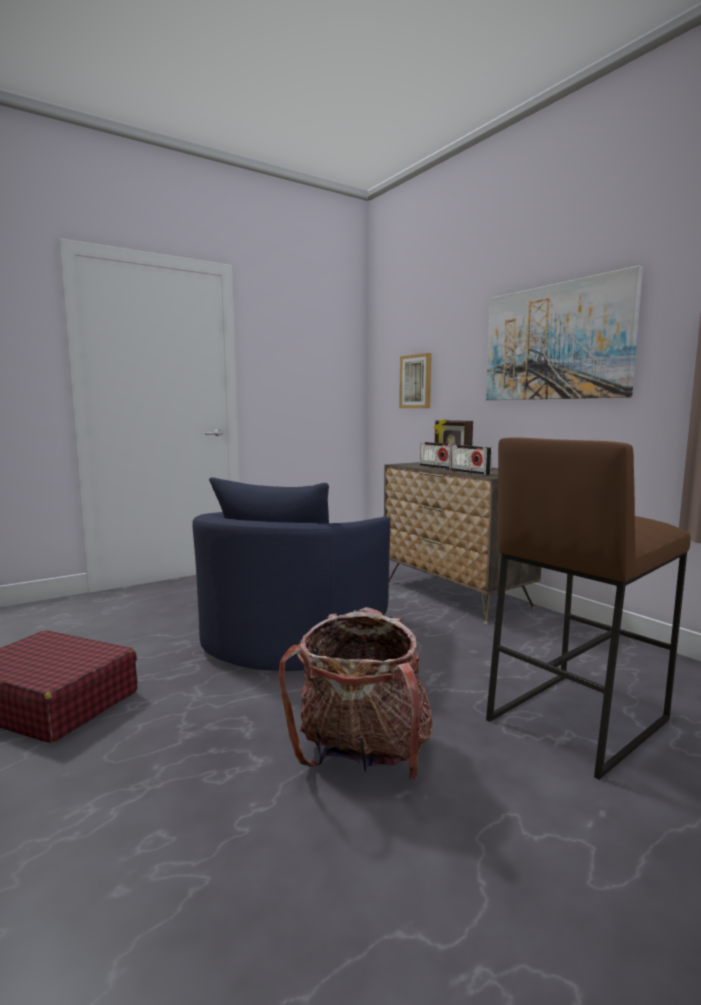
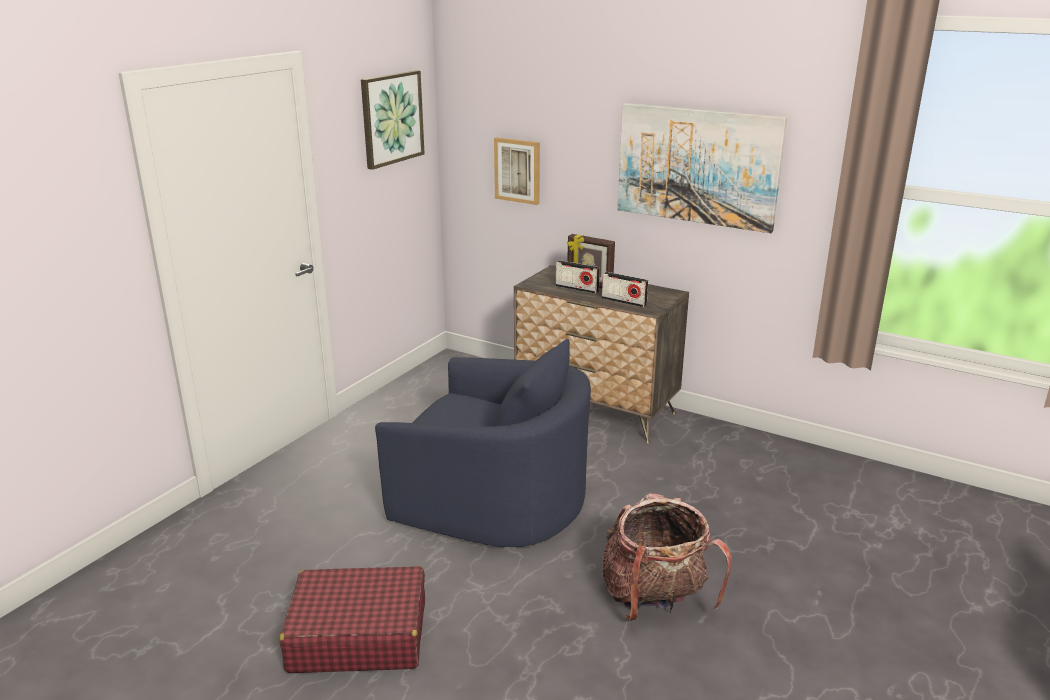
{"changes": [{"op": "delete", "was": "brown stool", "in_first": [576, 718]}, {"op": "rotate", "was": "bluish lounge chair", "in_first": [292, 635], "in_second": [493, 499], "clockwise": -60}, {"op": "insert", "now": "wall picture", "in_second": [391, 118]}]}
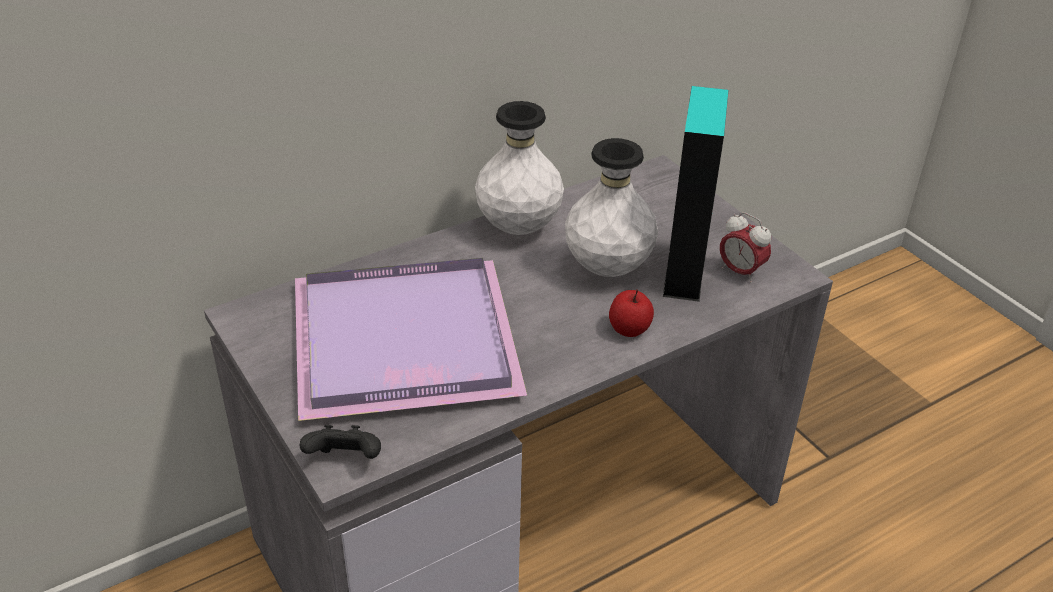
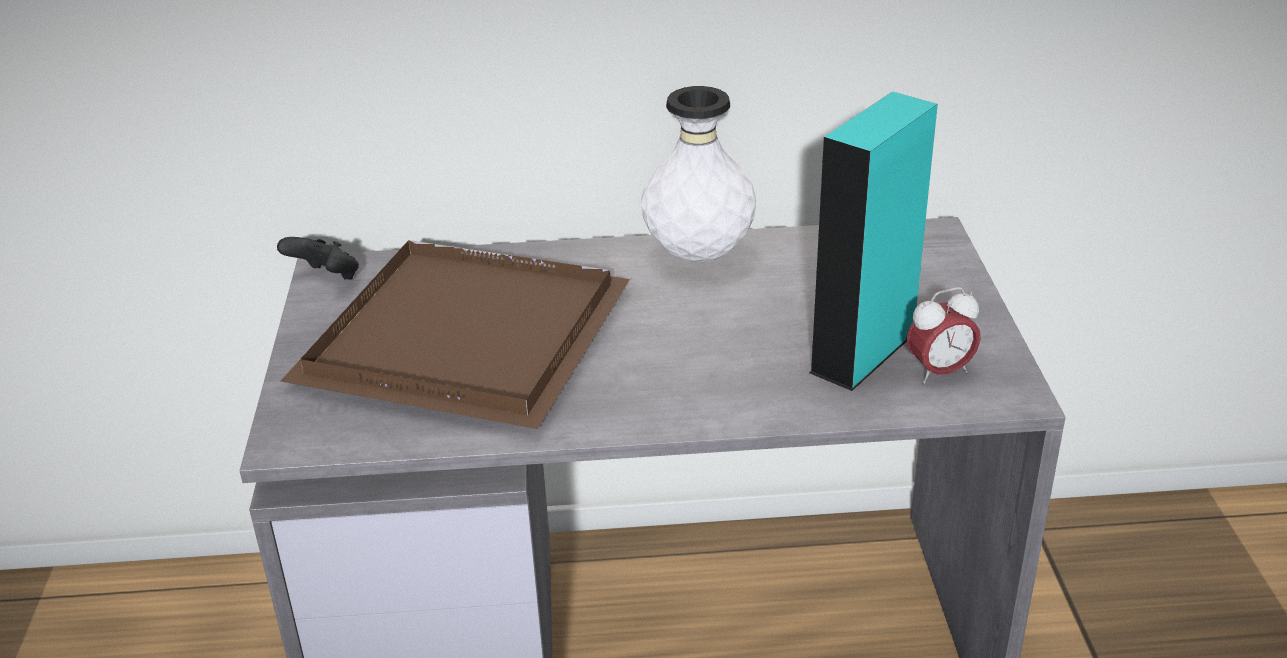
{"changes": [{"op": "delete", "was": "whitish flower vase", "in_first": [607, 269]}, {"op": "rotate", "was": "bedside clock", "in_first": [740, 272], "in_second": [939, 372], "clockwise": -90}, {"op": "recolor", "was": "purple carrying tray", "now": "brown carrying tray", "in_first": [401, 344], "in_second": [458, 340]}, {"op": "delete", "was": "apple", "in_first": [629, 329]}, {"op": "move", "was": "blackish game controller", "in_first": [345, 460], "in_second": [326, 278]}]}
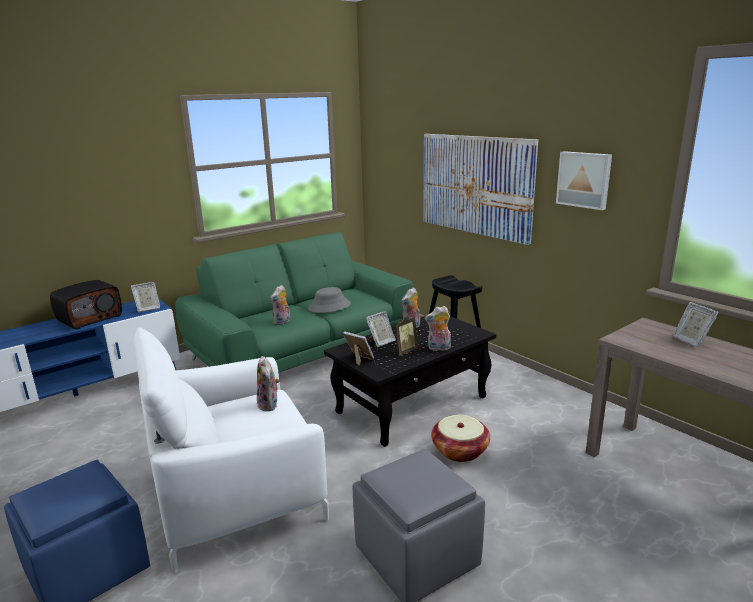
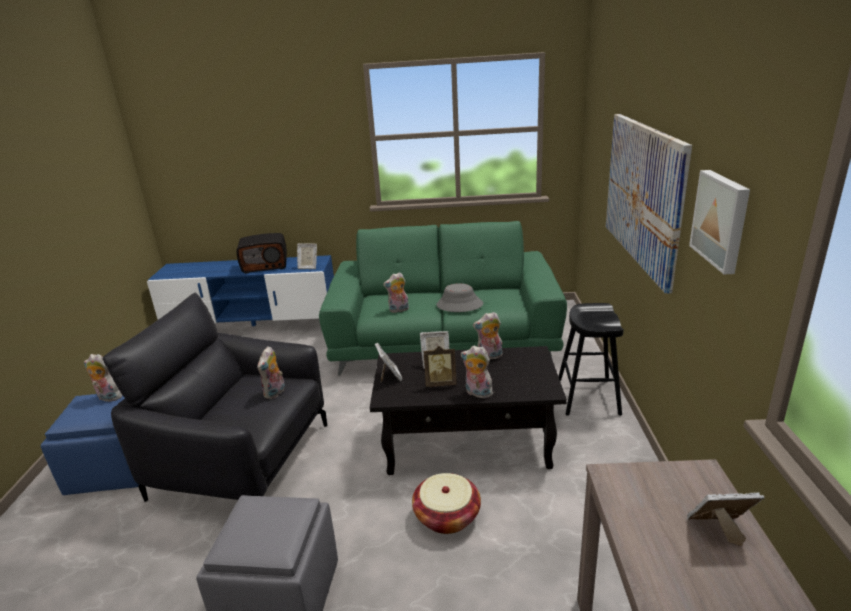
{"changes": [{"op": "rotate", "was": "standing frame", "in_first": [690, 341], "in_second": [718, 530], "clockwise": 75}, {"op": "recolor", "was": "whitish lounge chair", "now": "blackish lounge chair", "in_first": [237, 494], "in_second": [243, 460]}, {"op": "insert", "now": "soft toy", "in_second": [108, 397]}]}
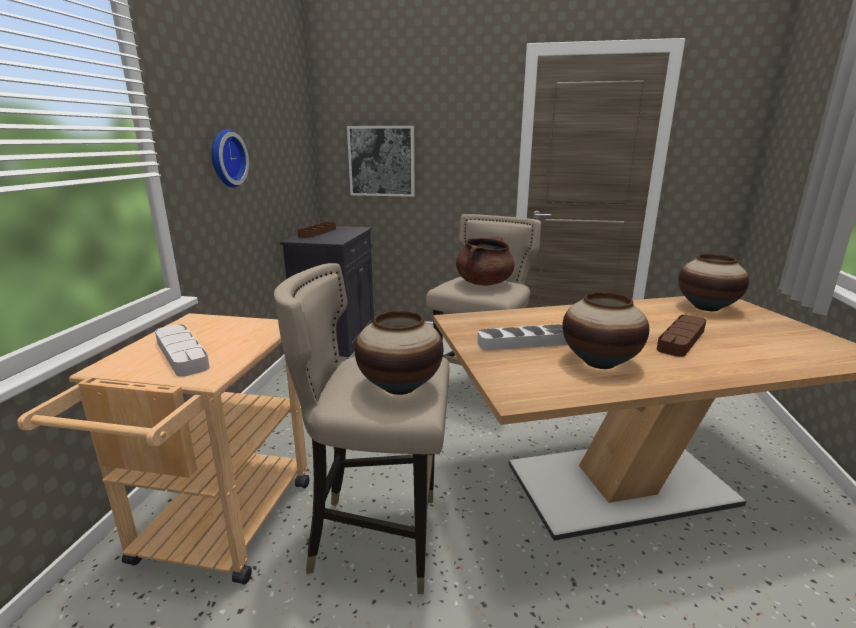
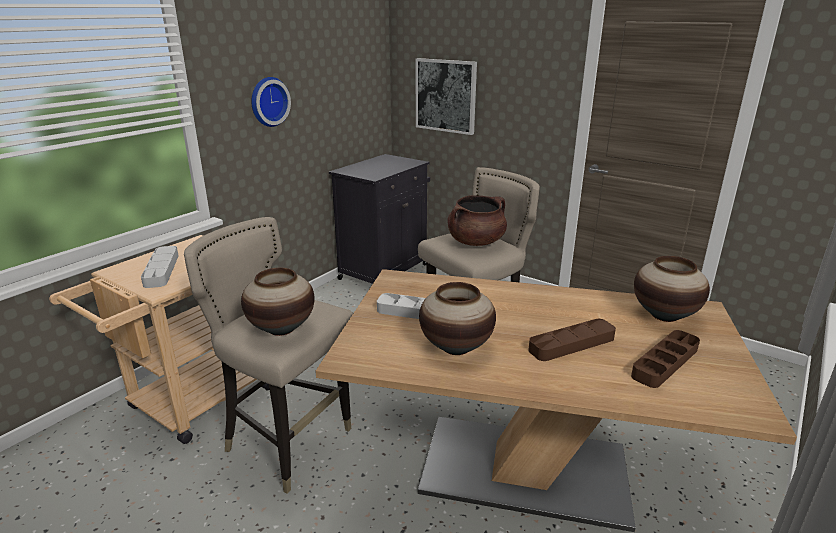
{"changes": [{"op": "move", "was": "brown carrying tray", "in_first": [317, 232], "in_second": [665, 362]}]}
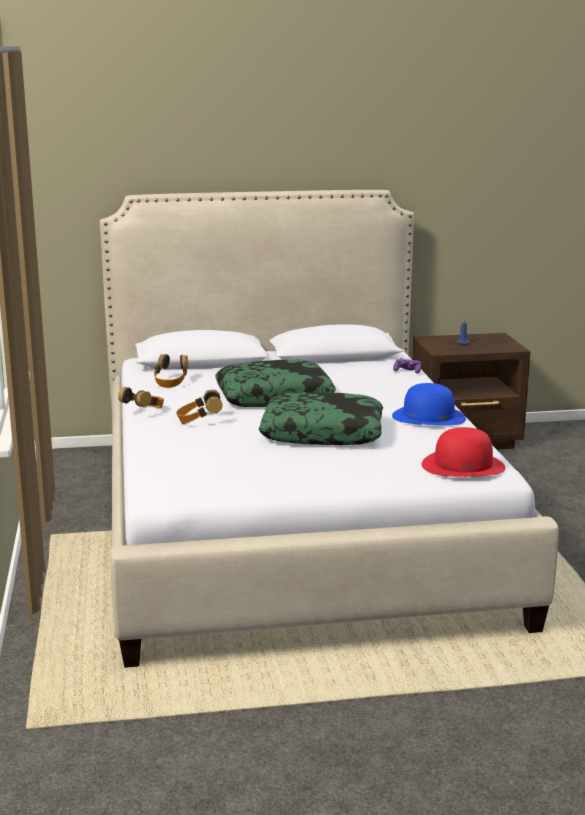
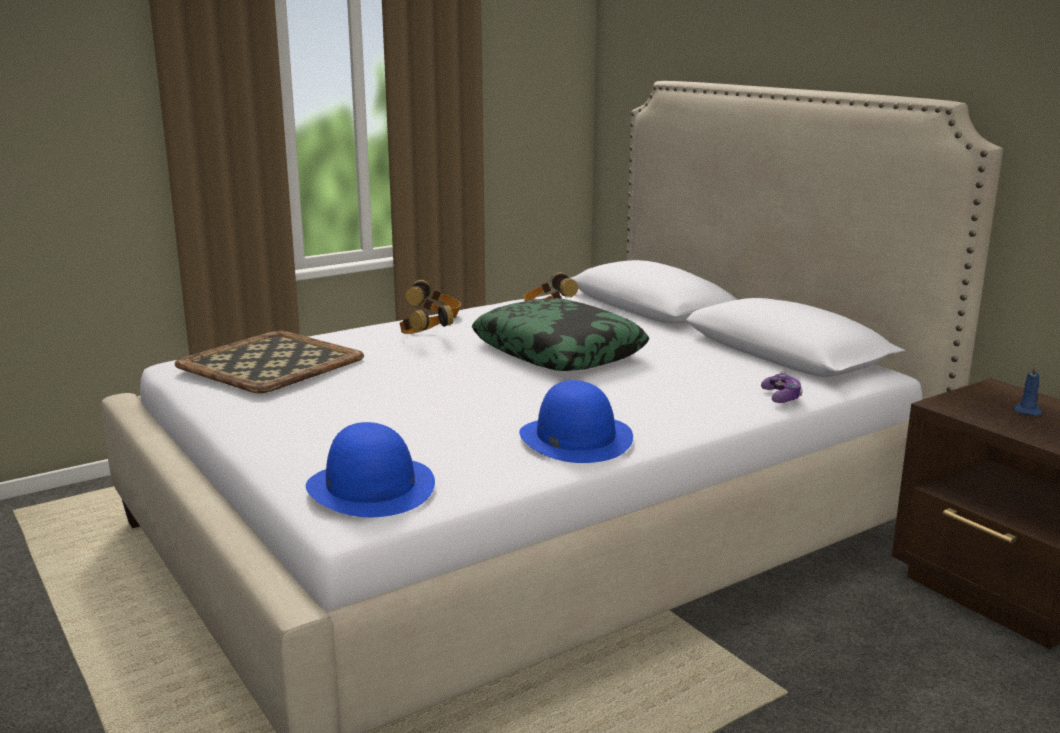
{"changes": [{"op": "delete", "was": "cushion", "in_first": [322, 432]}, {"op": "recolor", "was": "red-coloured wearable hat", "now": "bluish wearable hat", "in_first": [463, 465], "in_second": [371, 487]}, {"op": "insert", "now": "carrying tray", "in_second": [268, 362]}]}
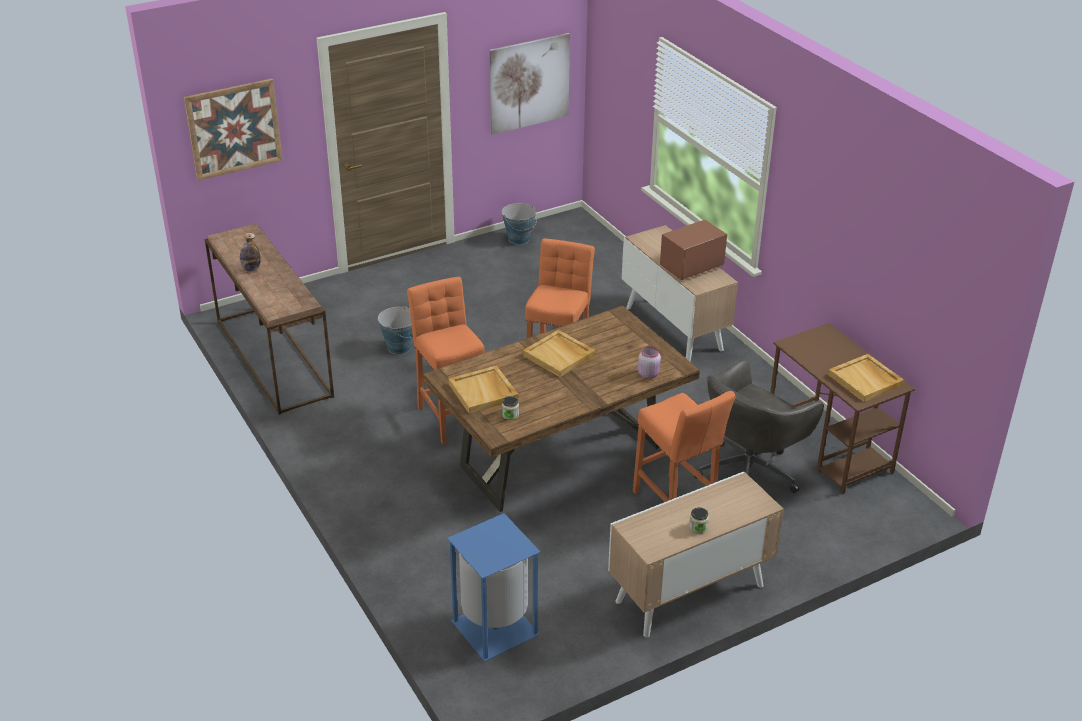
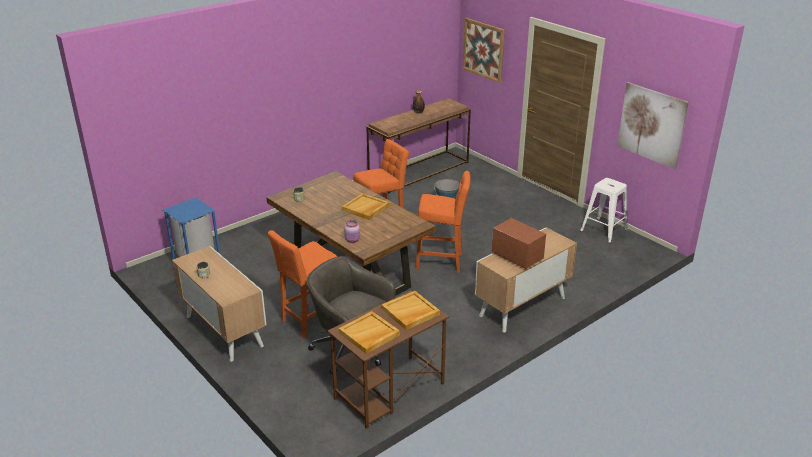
{"changes": [{"op": "replace", "was": "water bucket", "now": "whitish stool", "in_first": [519, 239], "in_second": [604, 230]}, {"op": "move", "was": "beige-coloured carrying tray", "in_first": [483, 392], "in_second": [410, 312]}]}
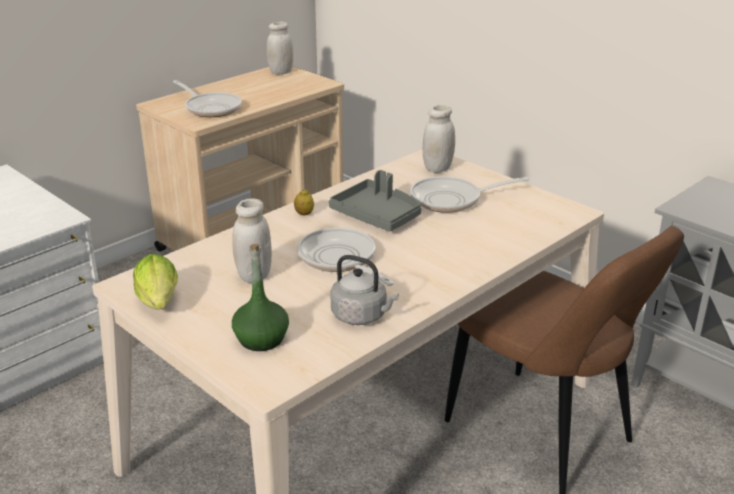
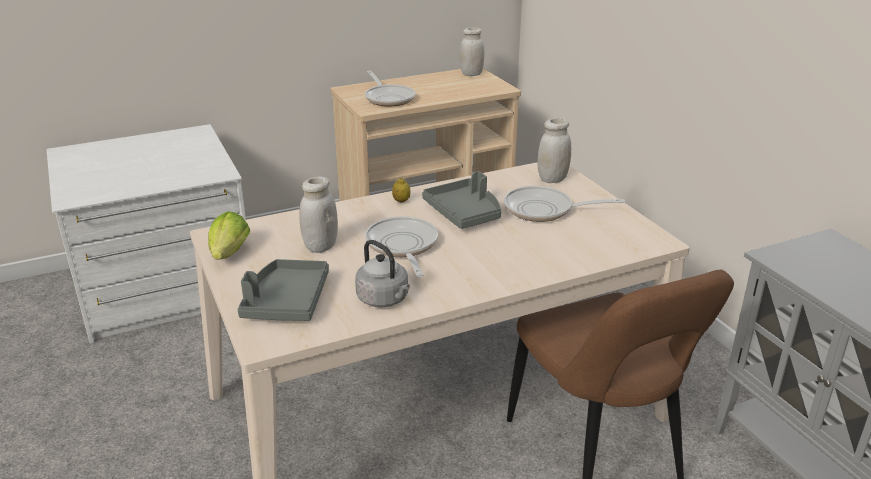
{"changes": [{"op": "replace", "was": "green beverage bottle", "now": "grey carrying tray", "in_first": [261, 339], "in_second": [286, 301]}]}
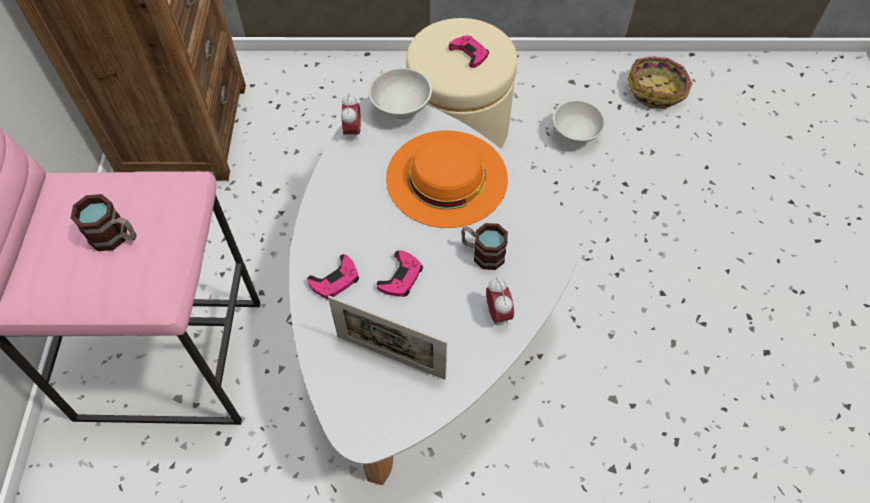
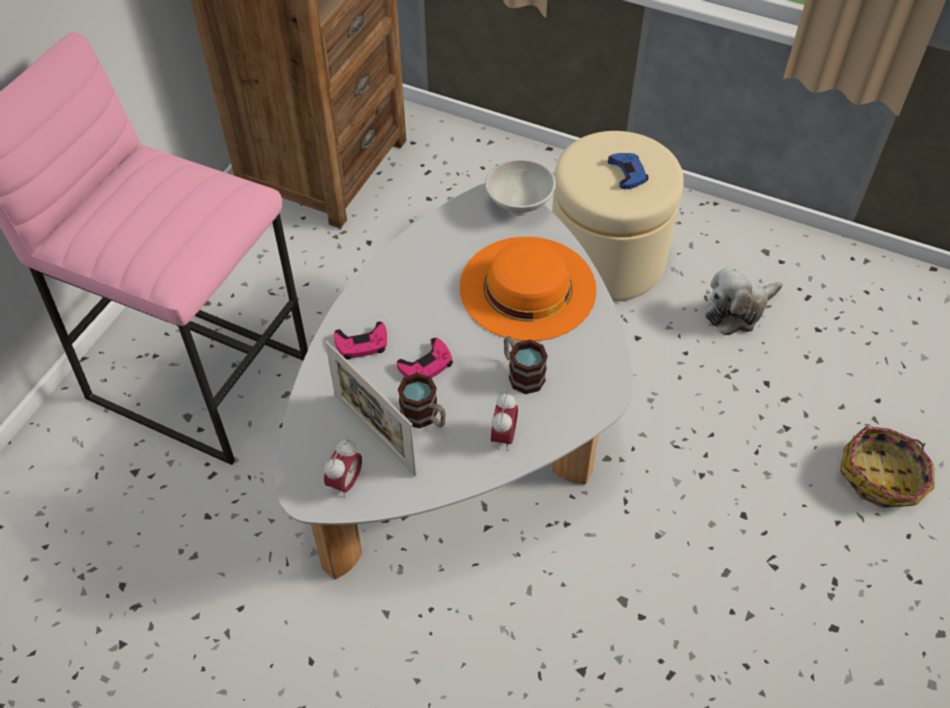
{"changes": [{"op": "recolor", "was": "pink-coloured game controller", "now": "bluish game controller", "in_first": [469, 53], "in_second": [628, 173]}, {"op": "move", "was": "household basket", "in_first": [656, 90], "in_second": [883, 477]}, {"op": "move", "was": "bedside clock", "in_first": [352, 131], "in_second": [345, 482]}, {"op": "replace", "was": "whitish bowl", "now": "soft toy", "in_first": [576, 135], "in_second": [738, 311]}, {"op": "move", "was": "mug", "in_first": [116, 237], "in_second": [425, 417]}]}
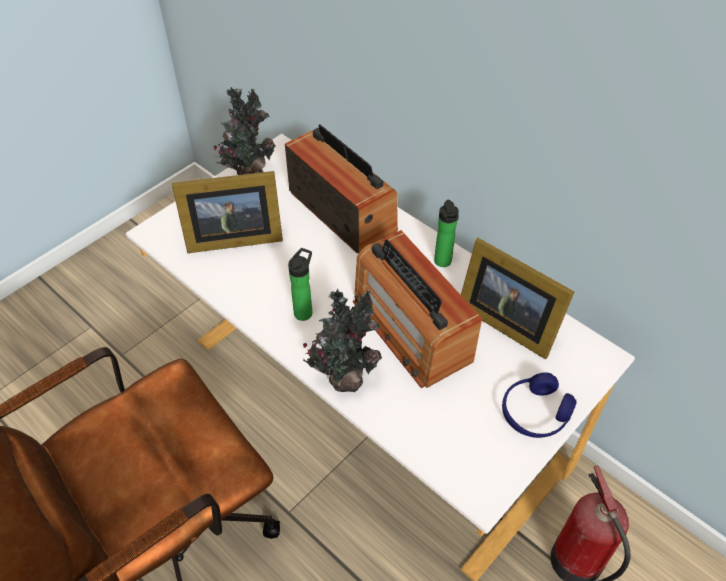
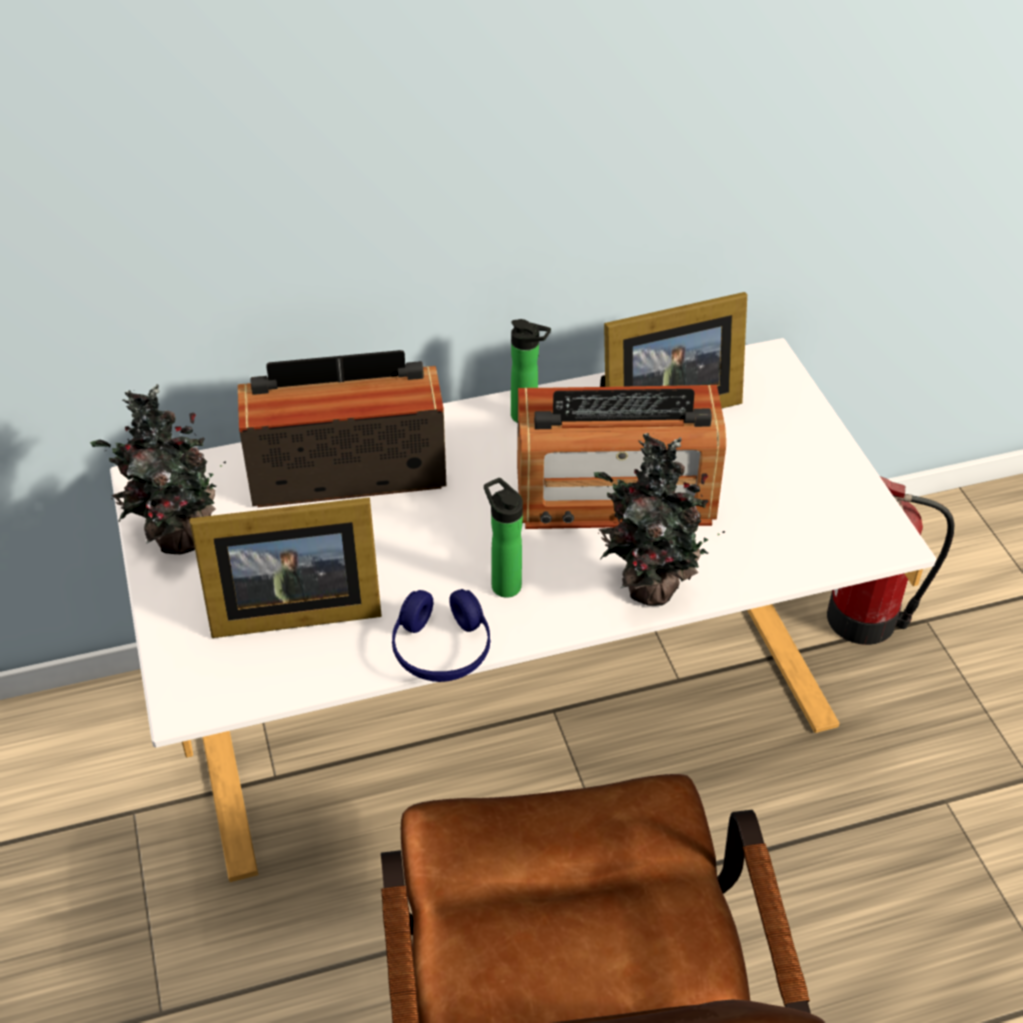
{"changes": [{"op": "rotate", "was": "standing frame", "in_first": [231, 237], "in_second": [289, 609], "clockwise": 60}, {"op": "move", "was": "bluish headset", "in_first": [535, 413], "in_second": [441, 650]}]}
